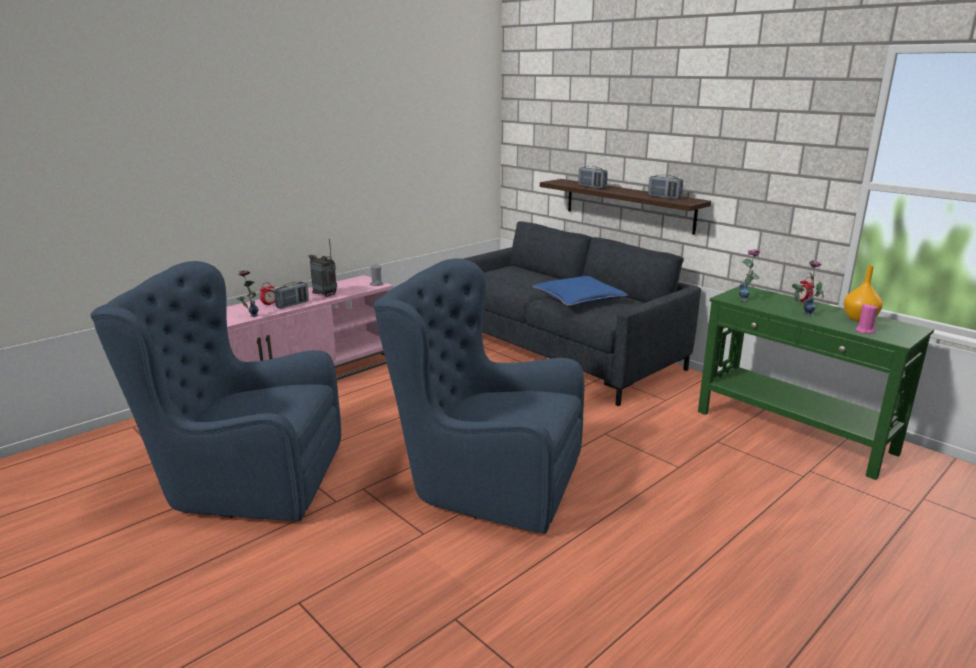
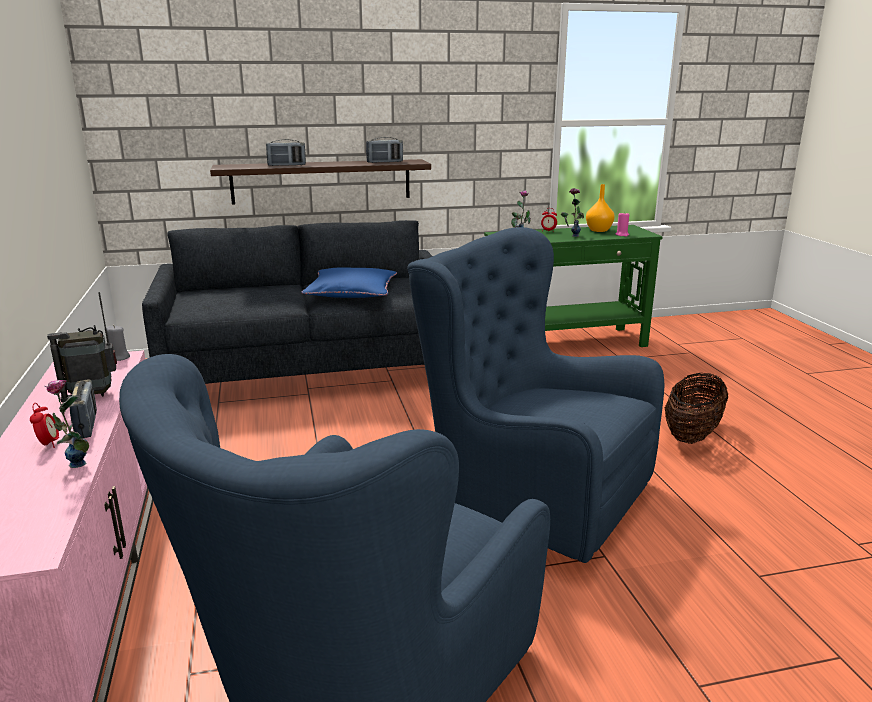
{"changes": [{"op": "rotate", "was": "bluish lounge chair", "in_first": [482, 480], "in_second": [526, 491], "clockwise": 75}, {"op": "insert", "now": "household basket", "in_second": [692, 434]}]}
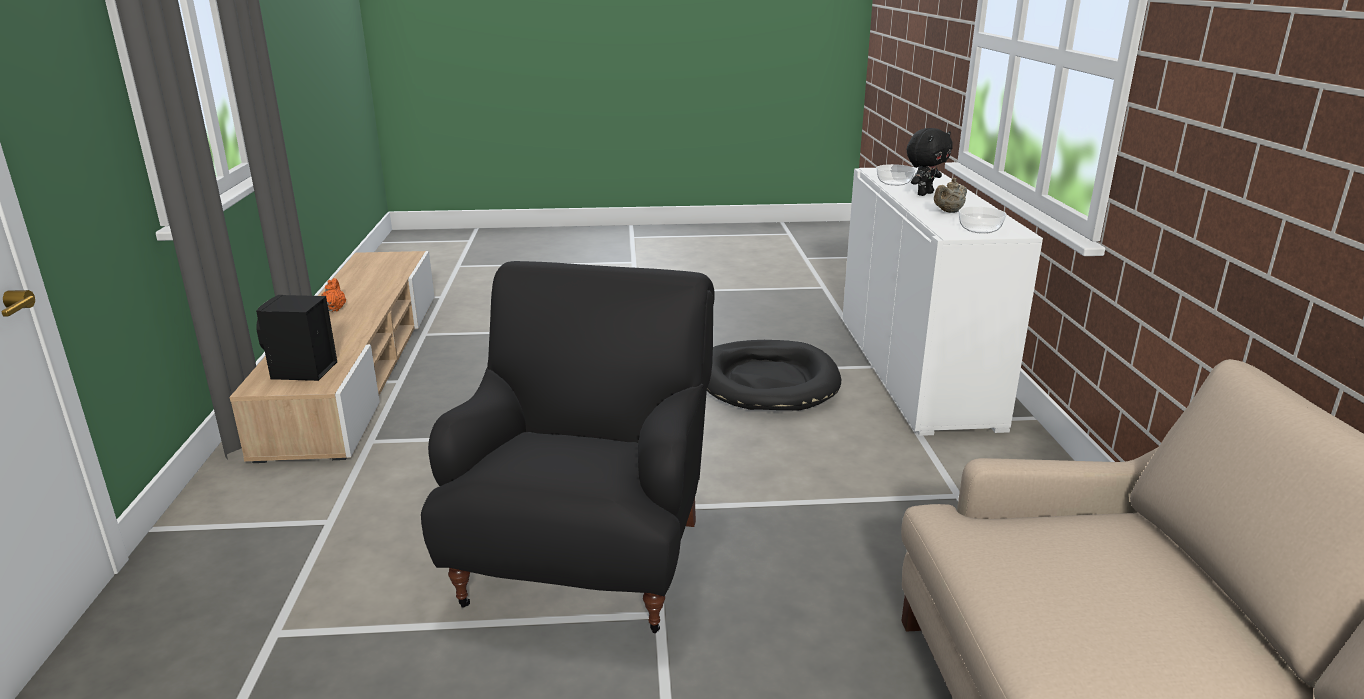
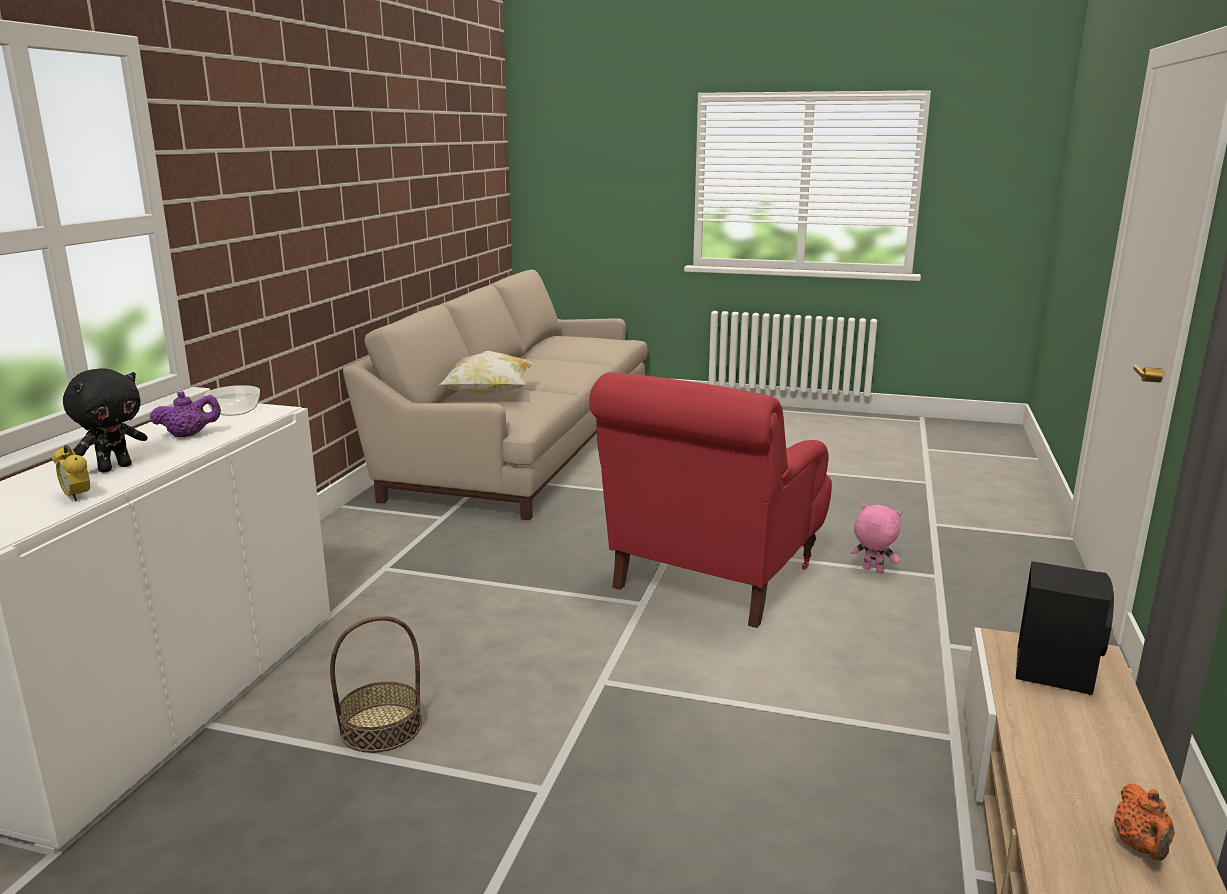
{"changes": [{"op": "rotate", "was": "blackish soft toy", "in_first": [924, 194], "in_second": [115, 468], "clockwise": 150}, {"op": "replace", "was": "bowl", "now": "bedside clock", "in_first": [893, 183], "in_second": [77, 497]}, {"op": "recolor", "was": "beige-coloured tea pot", "now": "purple tea pot", "in_first": [949, 212], "in_second": [189, 435]}, {"op": "recolor", "was": "blackish lounge chair", "now": "red-coloured lounge chair", "in_first": [587, 559], "in_second": [711, 579]}, {"op": "replace", "was": "blackish pet bed", "now": "household basket", "in_first": [768, 381], "in_second": [381, 728]}, {"op": "insert", "now": "cushion", "in_second": [488, 395]}, {"op": "insert", "now": "pink-coloured soft toy", "in_second": [872, 570]}]}
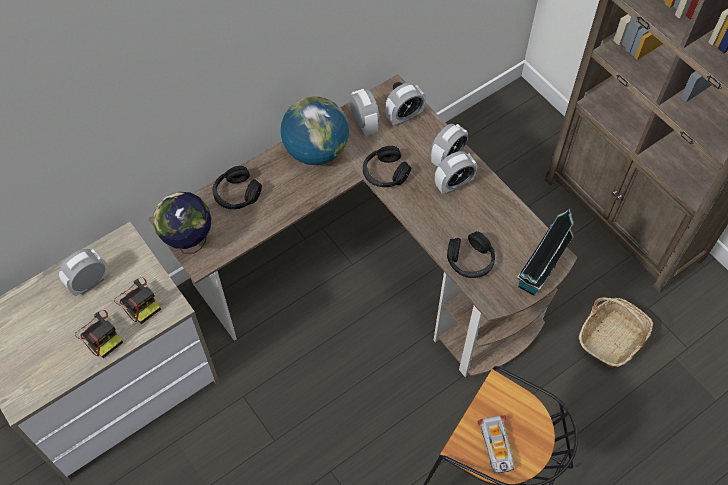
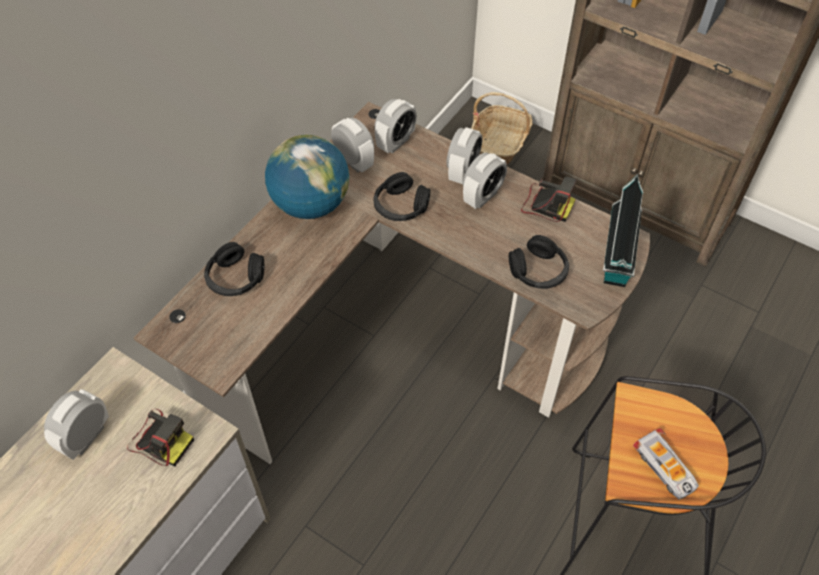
{"changes": [{"op": "delete", "was": "desk globe", "in_first": [189, 242]}, {"op": "move", "was": "household basket", "in_first": [612, 338], "in_second": [499, 141]}, {"op": "move", "was": "photo camera", "in_first": [100, 335], "in_second": [546, 204]}]}
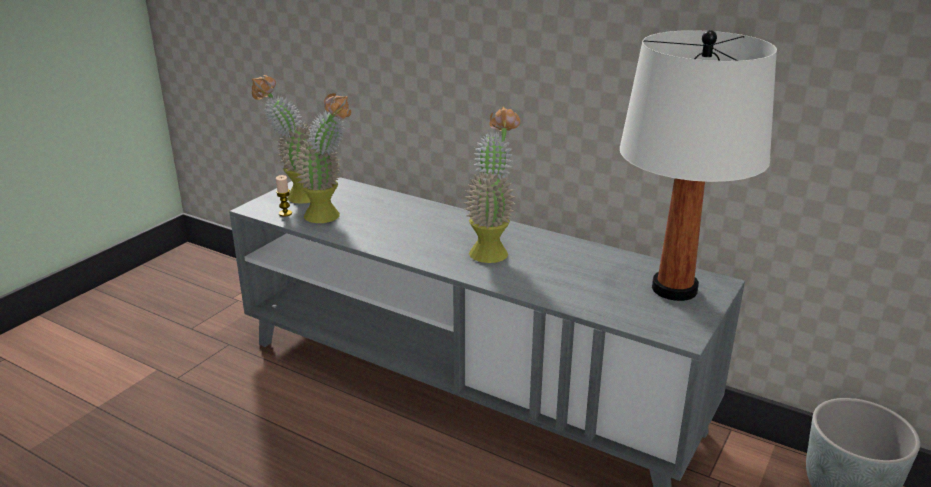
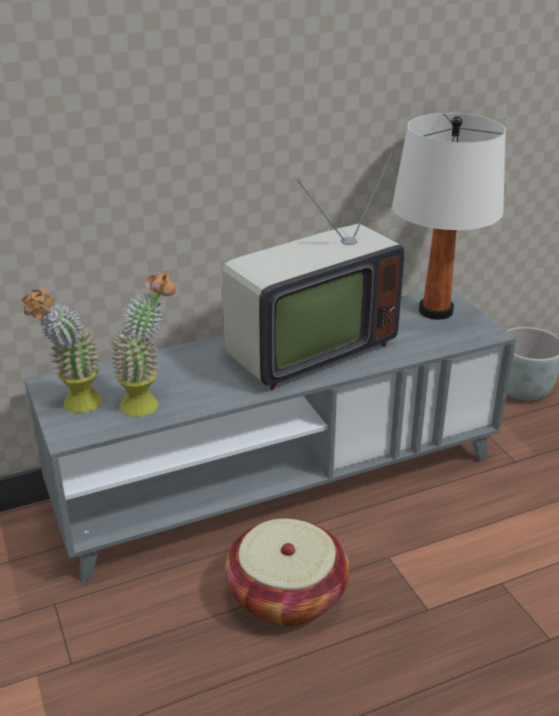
{"changes": [{"op": "replace", "was": "plant in a pot", "now": "television", "in_first": [492, 249], "in_second": [305, 350]}, {"op": "delete", "was": "candle", "in_first": [285, 213]}, {"op": "insert", "now": "household basket", "in_second": [286, 594]}]}
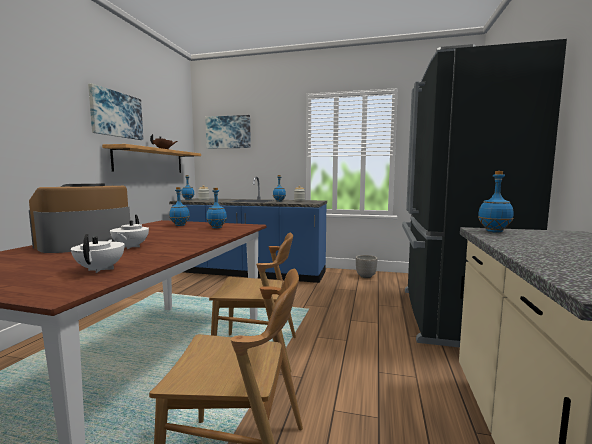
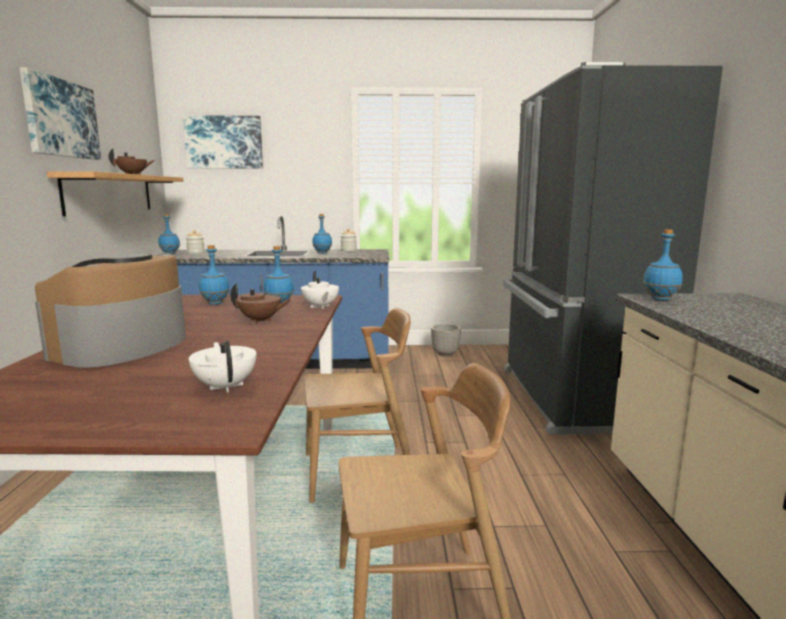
{"changes": [{"op": "move", "was": "whitish tea pot", "in_first": [130, 247], "in_second": [320, 307]}, {"op": "insert", "now": "brown tea pot", "in_second": [260, 320]}]}
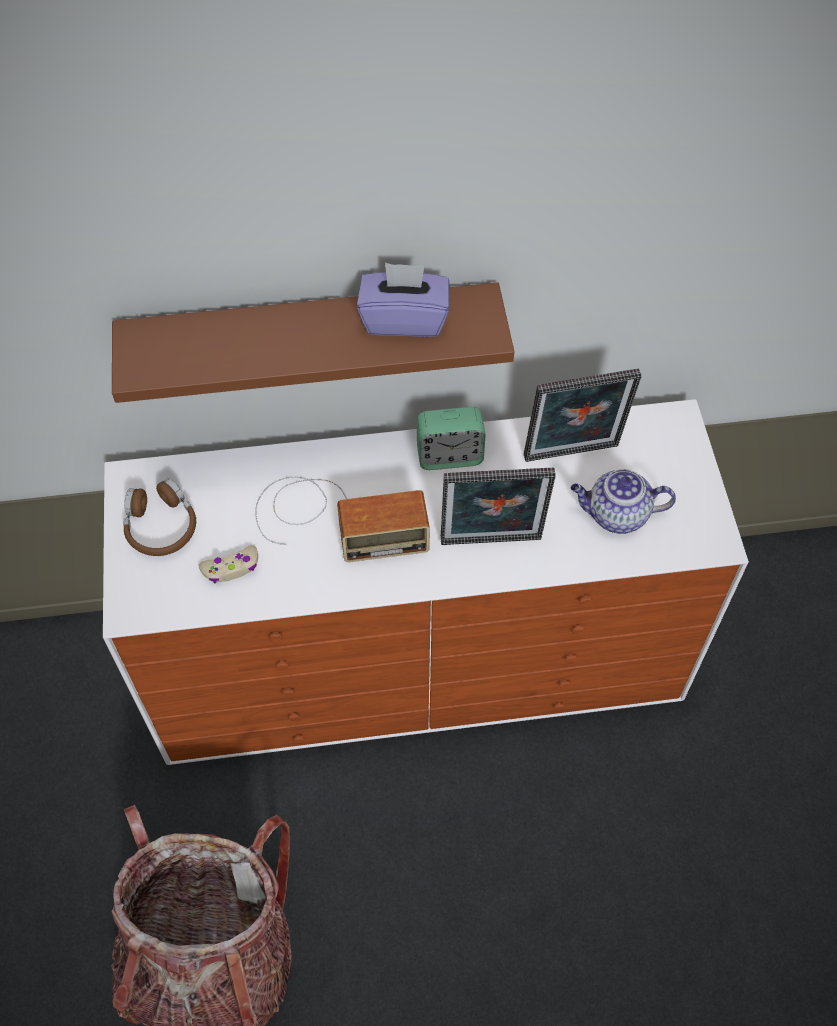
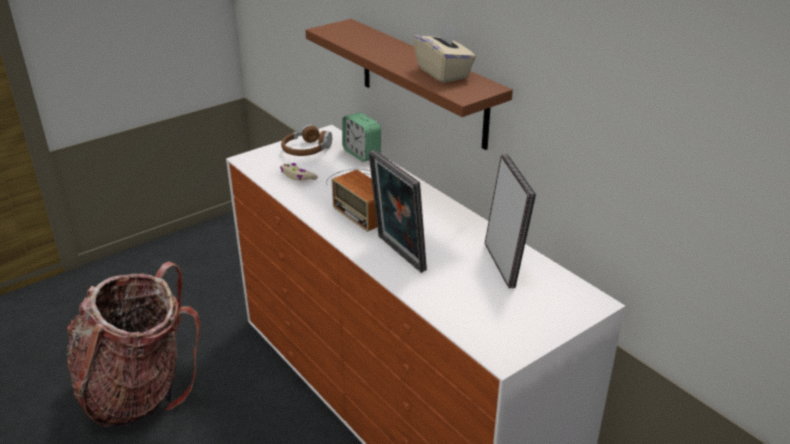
{"changes": [{"op": "recolor", "was": "purple tissue holder", "now": "beige-coloured tissue holder", "in_first": [404, 319], "in_second": [443, 73]}, {"op": "rotate", "was": "standing frame", "in_first": [572, 455], "in_second": [504, 264], "clockwise": -150}, {"op": "move", "was": "bedside clock", "in_first": [449, 456], "in_second": [362, 154]}, {"op": "delete", "was": "tea pot", "in_first": [616, 515]}]}
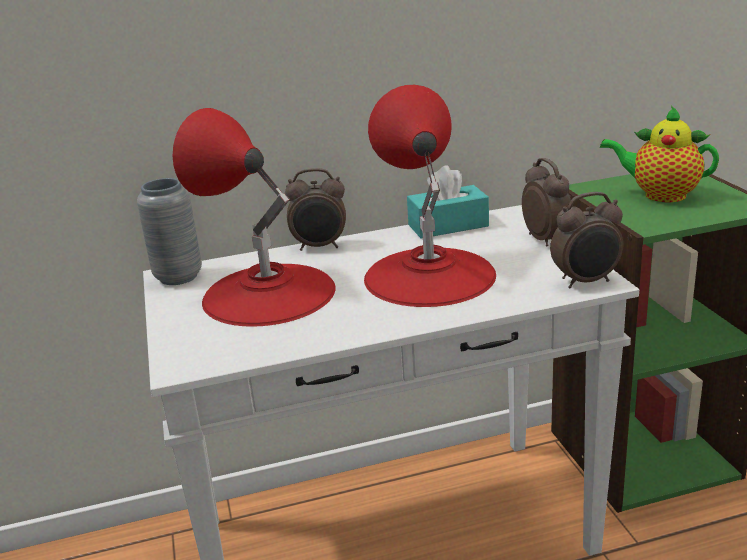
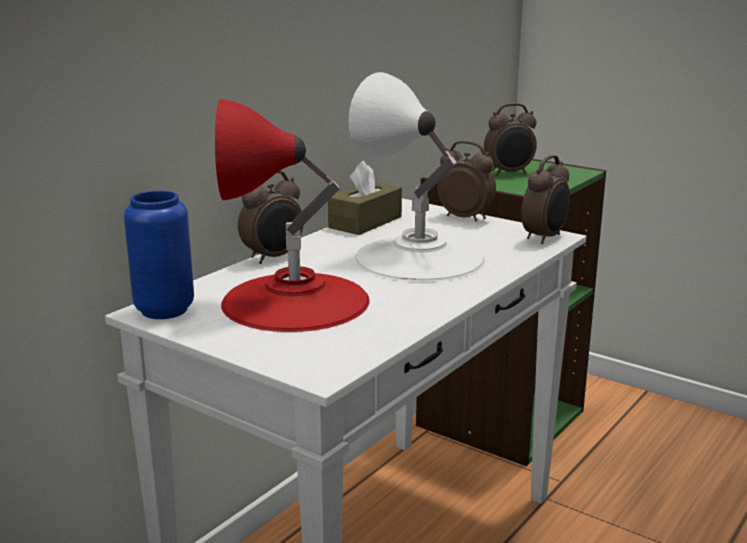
{"changes": [{"op": "recolor", "was": "red-coloured tabletop lamp", "now": "whitish tabletop lamp", "in_first": [429, 275], "in_second": [418, 258]}, {"op": "replace", "was": "tea pot", "now": "bedside clock", "in_first": [660, 195], "in_second": [509, 173]}, {"op": "recolor", "was": "blue-green tissue holder", "now": "brown tissue holder", "in_first": [448, 225], "in_second": [365, 222]}, {"op": "recolor", "was": "grey flower vase", "now": "bluish flower vase", "in_first": [178, 277], "in_second": [164, 310]}]}
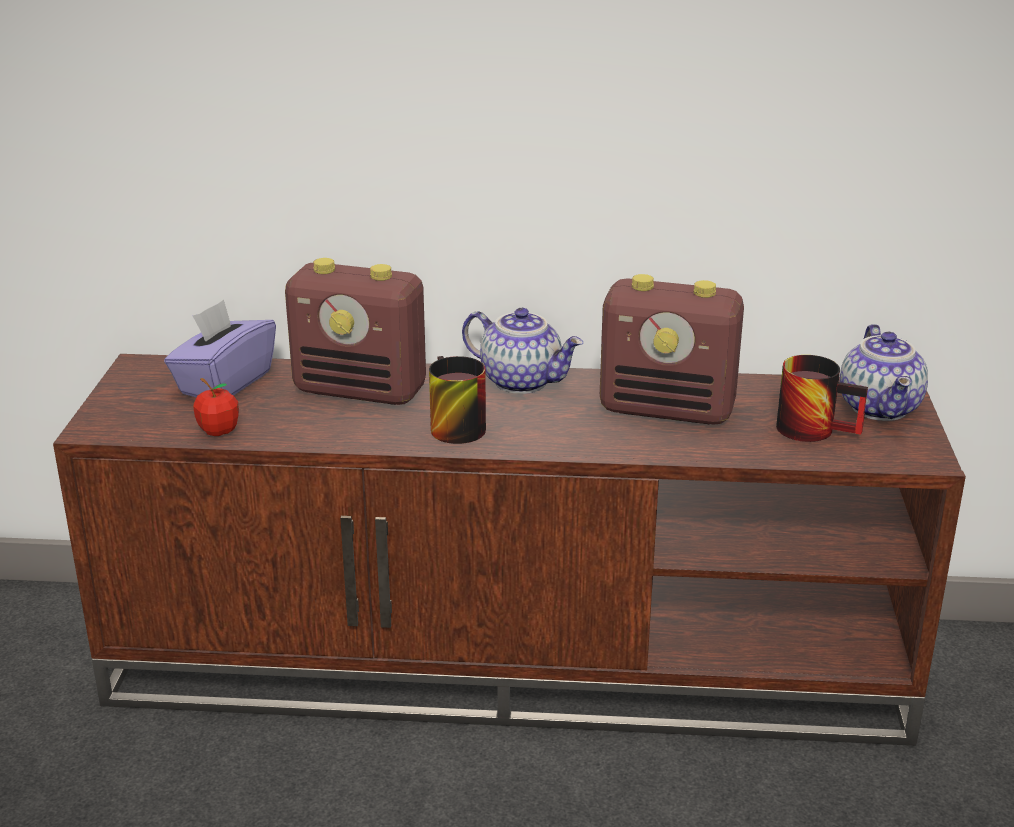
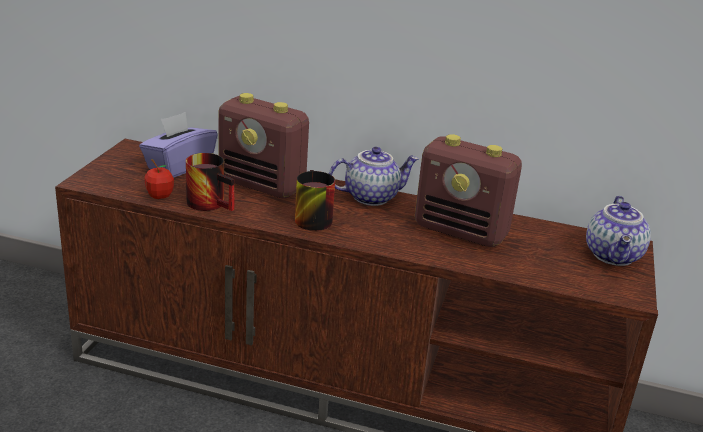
{"changes": [{"op": "rotate", "was": "tea pot", "in_first": [523, 381], "in_second": [371, 196], "clockwise": -60}, {"op": "move", "was": "mug", "in_first": [816, 428], "in_second": [213, 203]}]}
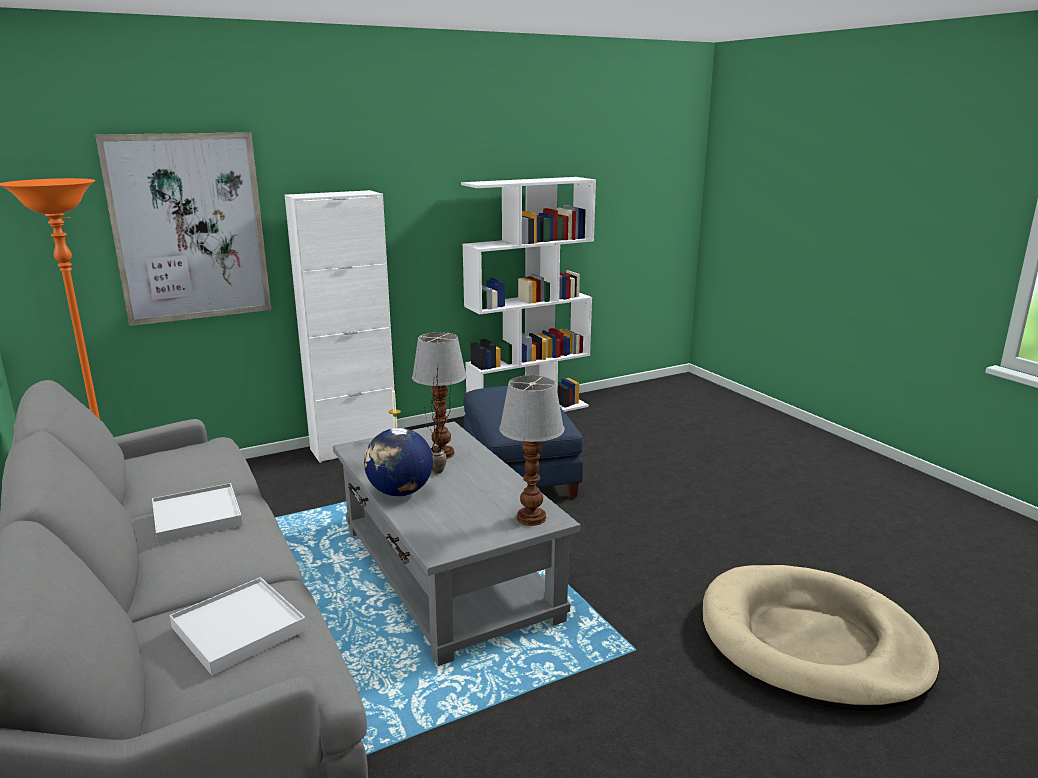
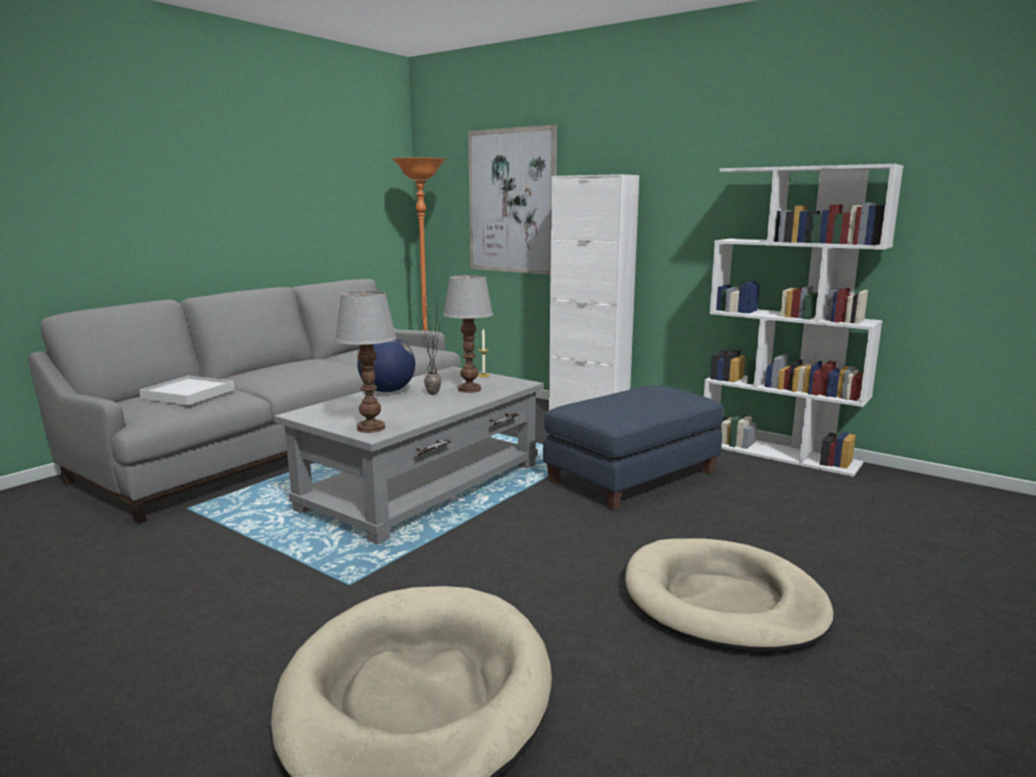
{"changes": [{"op": "delete", "was": "whitish carrying tray", "in_first": [197, 516]}, {"op": "insert", "now": "beige-coloured pet bed", "in_second": [723, 602]}]}
